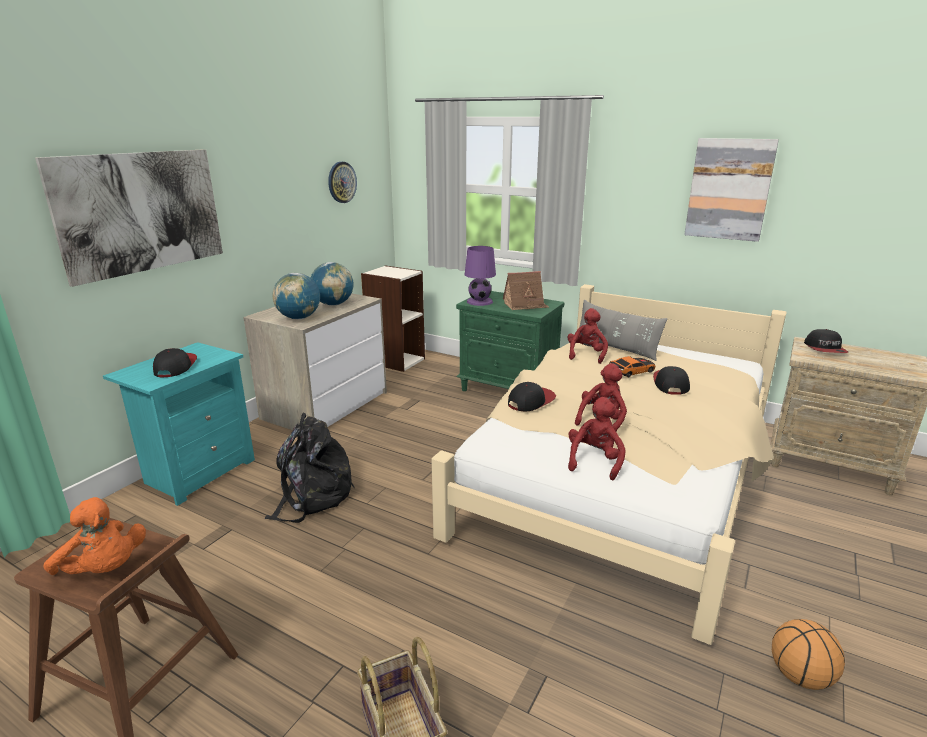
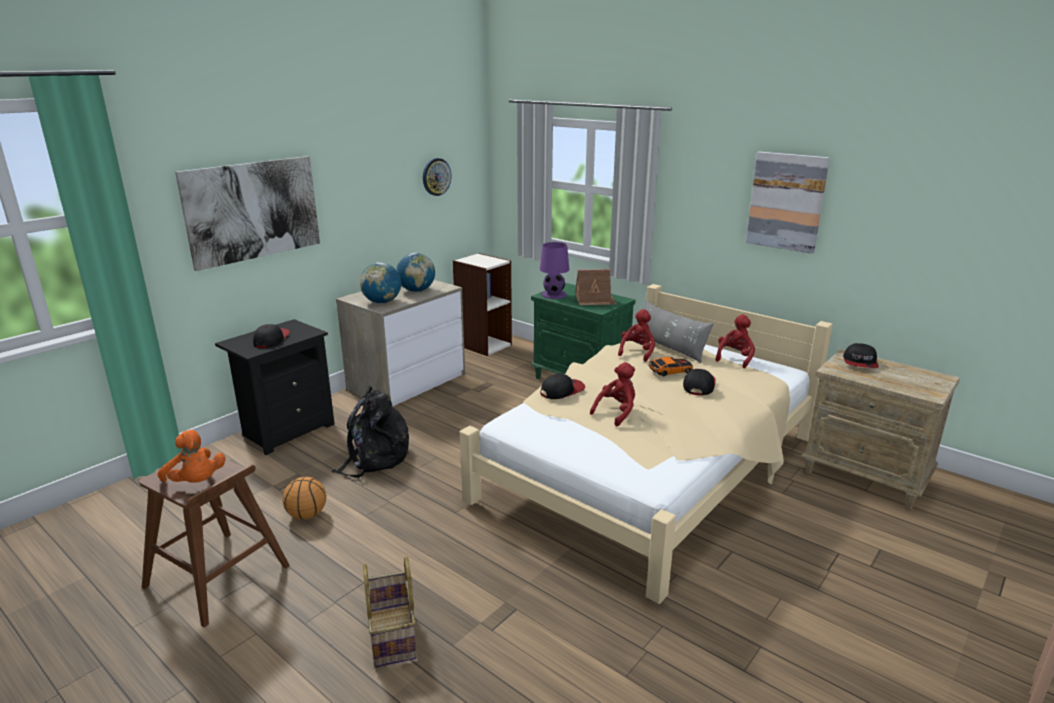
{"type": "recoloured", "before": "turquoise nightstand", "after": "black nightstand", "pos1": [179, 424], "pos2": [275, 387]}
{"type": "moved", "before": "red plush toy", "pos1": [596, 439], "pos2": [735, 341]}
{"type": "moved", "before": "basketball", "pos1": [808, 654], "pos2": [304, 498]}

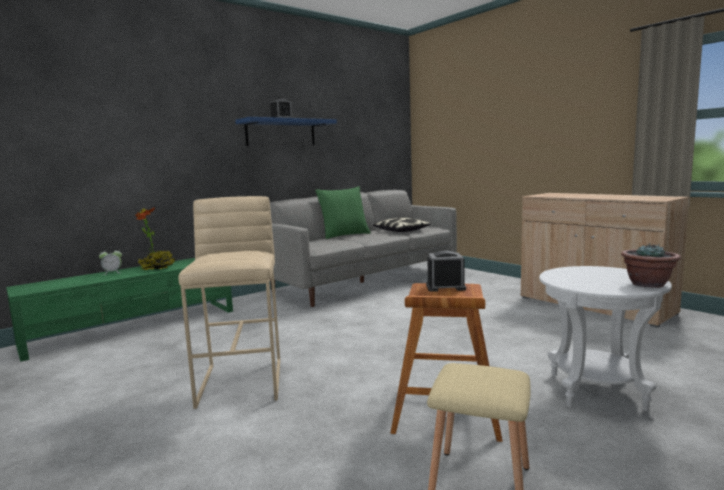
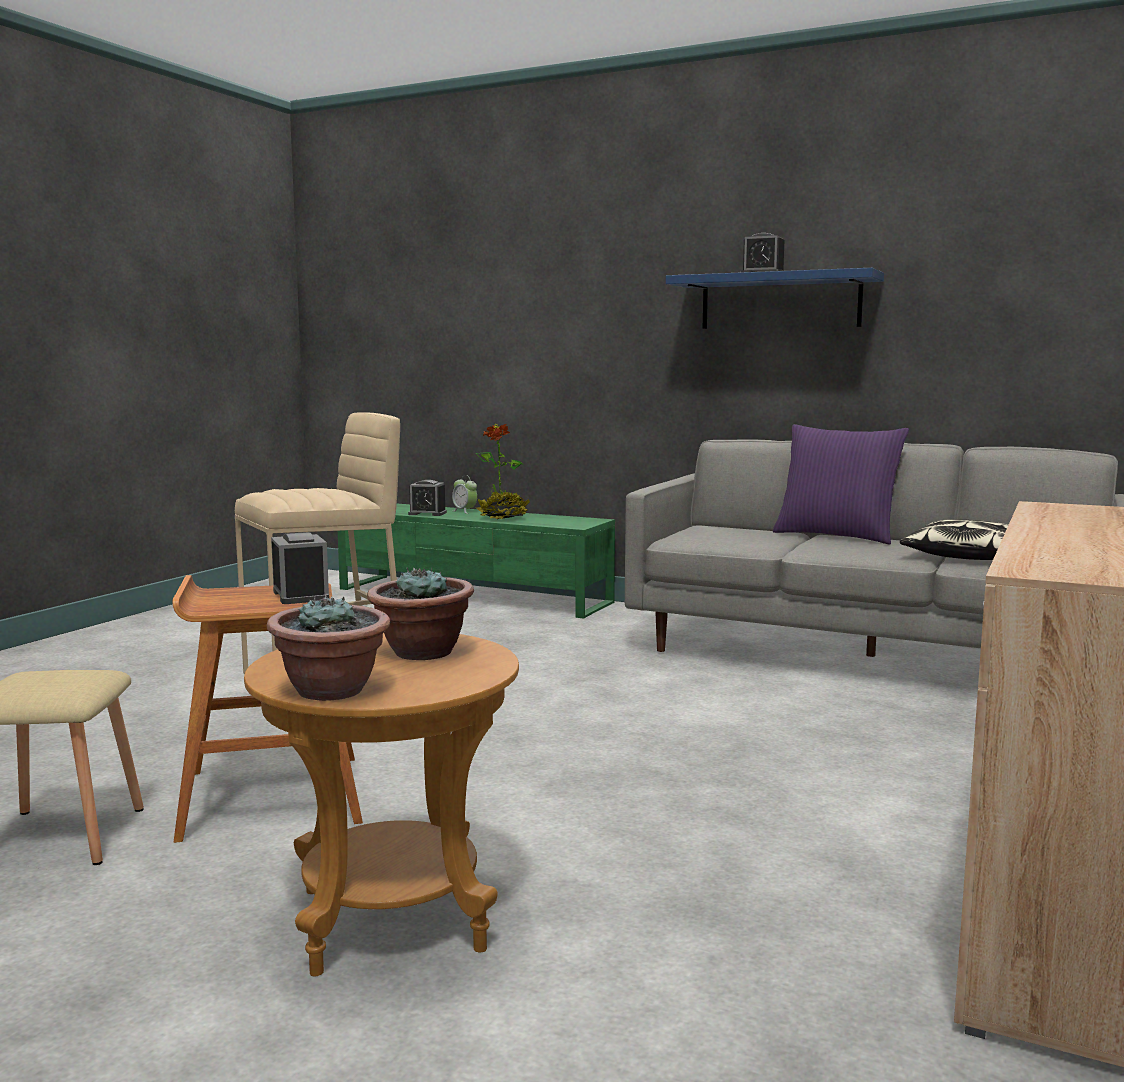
{"type": "recoloured", "before": "green pillow", "after": "purple pillow", "pos1": [343, 212], "pos2": [841, 484]}
{"type": "recoloured", "before": "white side table", "after": "brown side table", "pos1": [605, 338], "pos2": [381, 804]}
{"type": "added", "after": "alarm clock", "pos2": [427, 498]}
{"type": "added", "after": "potted plant", "pos2": [420, 614]}

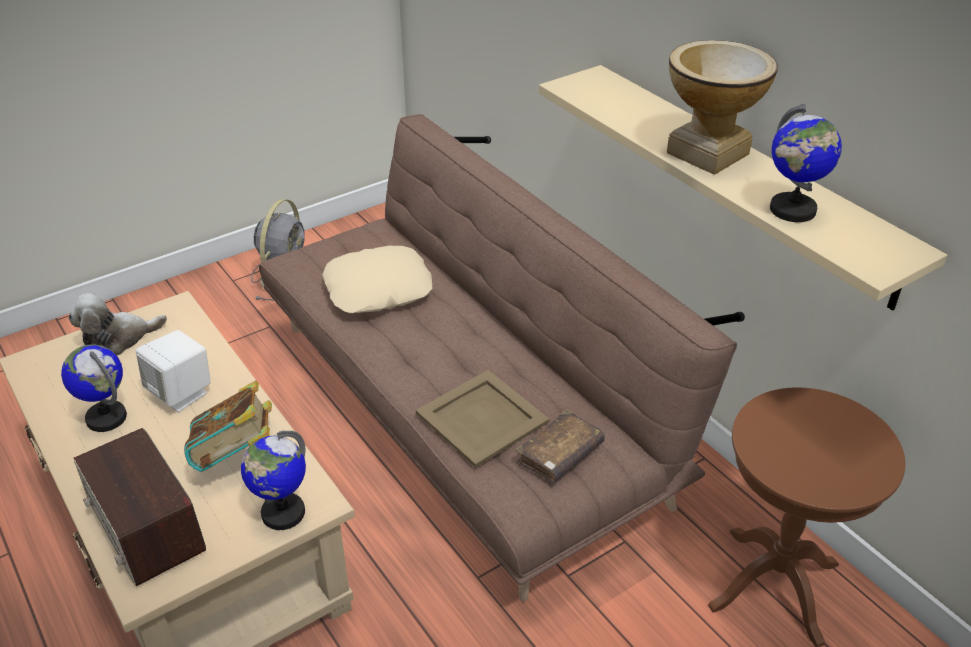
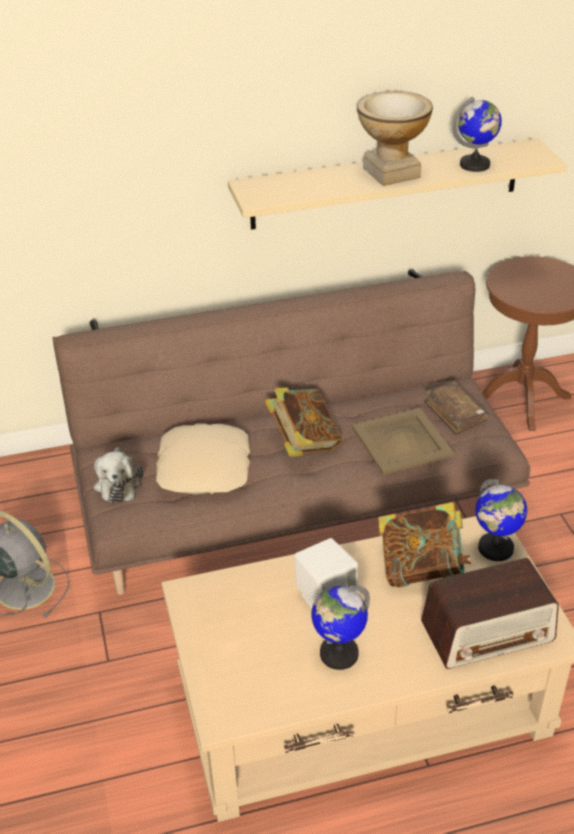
{"type": "moved", "before": "plush toy", "pos1": [118, 324], "pos2": [118, 475]}
{"type": "added", "after": "book", "pos2": [304, 422]}

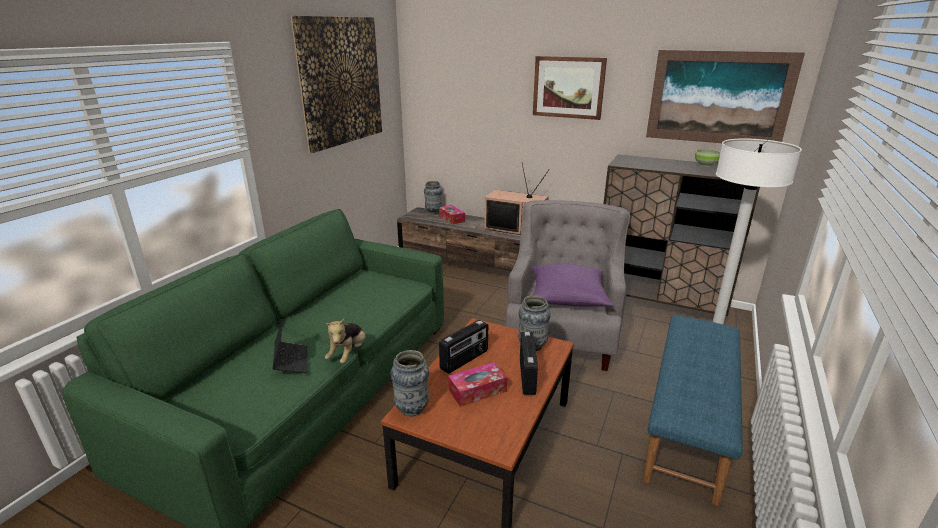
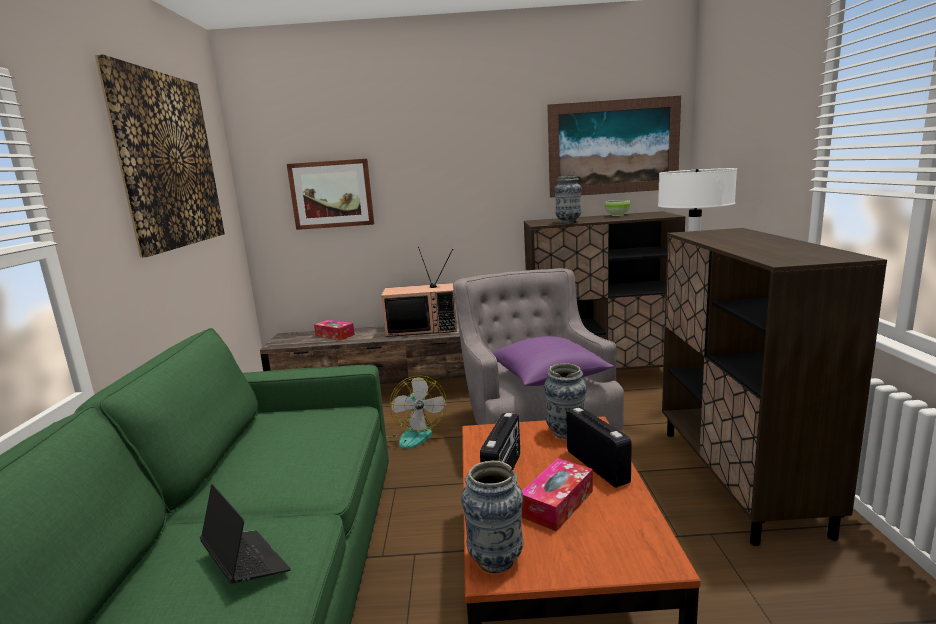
{"type": "moved", "before": "picture", "pos1": [570, 88], "pos2": [330, 194]}
{"type": "moved", "before": "vase", "pos1": [433, 197], "pos2": [568, 200]}
{"type": "replaced", "before": "blue bench", "after": "brown cabinet", "pos1": [693, 410], "pos2": [774, 387]}
{"type": "removed", "before": "plush toy", "pos1": [345, 341]}
{"type": "added", "after": "fan", "pos2": [416, 412]}

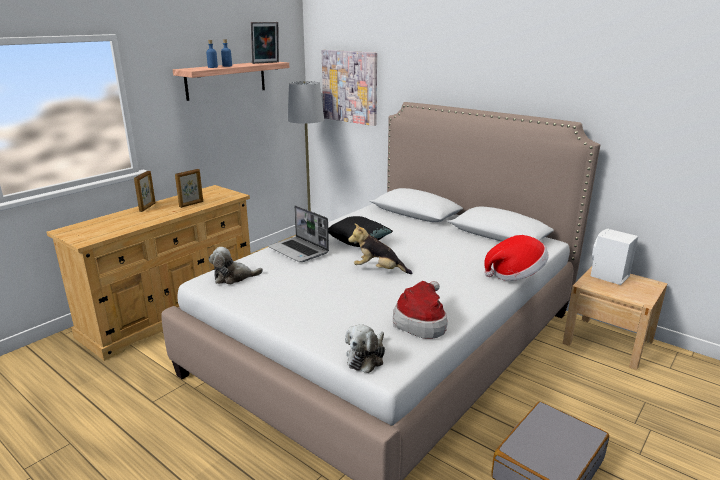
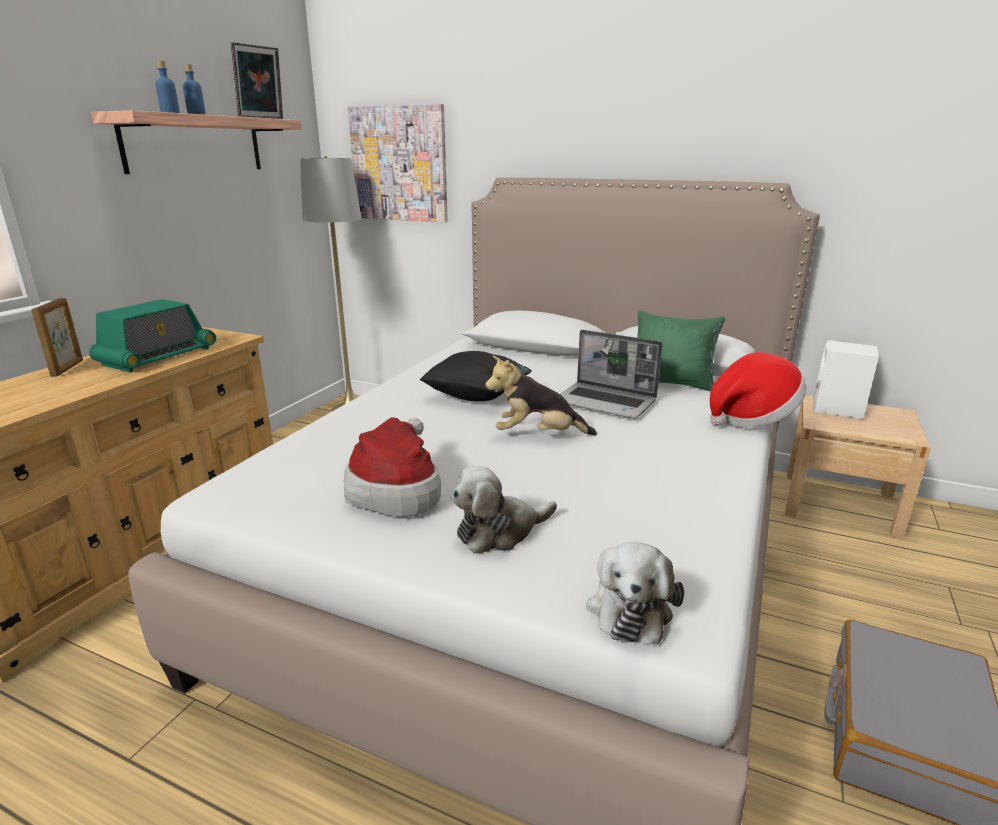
{"type": "replaced", "before": "picture frame", "after": "radio", "pos1": [189, 188], "pos2": [152, 336]}
{"type": "moved", "before": "laptop", "pos1": [298, 233], "pos2": [611, 374]}
{"type": "moved", "before": "plush toy", "pos1": [236, 265], "pos2": [504, 510]}
{"type": "moved", "before": "hat", "pos1": [420, 310], "pos2": [392, 467]}
{"type": "added", "after": "green pillow", "pos2": [681, 350]}

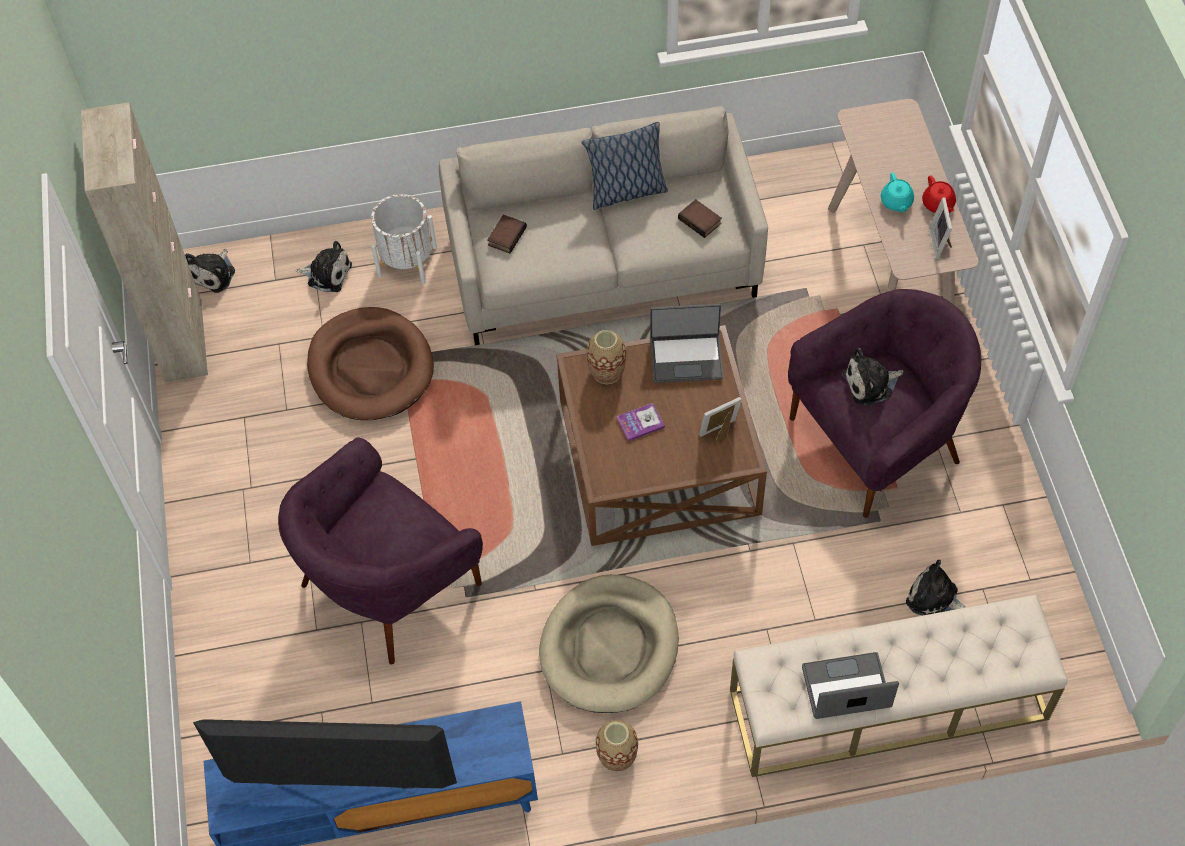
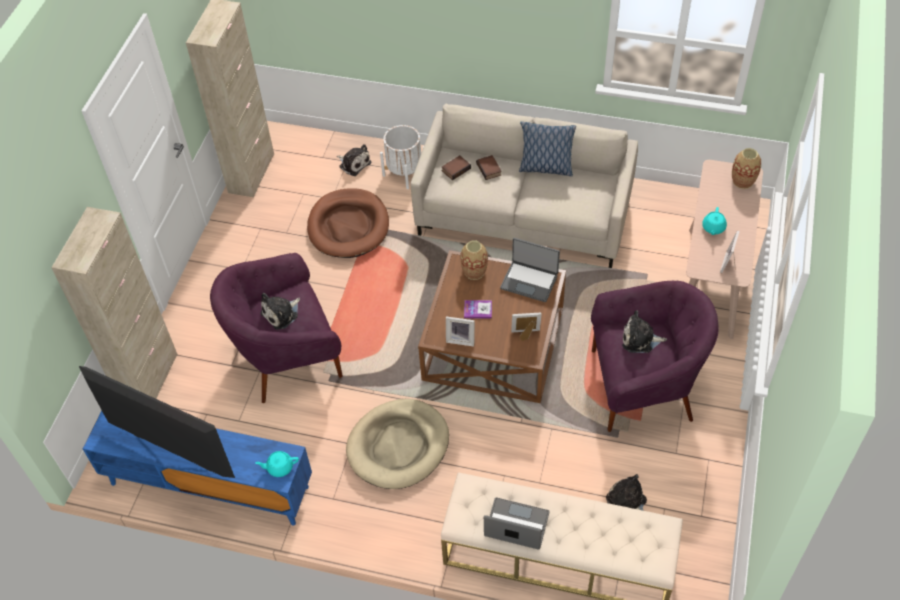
{"type": "removed", "before": "red teapot", "pos1": [939, 194]}
{"type": "moved", "before": "book", "pos1": [700, 218], "pos2": [489, 167]}
{"type": "moved", "before": "plush toy", "pos1": [210, 271], "pos2": [280, 311]}
{"type": "moved", "before": "vase", "pos1": [617, 746], "pos2": [746, 168]}
{"type": "added", "after": "beige cabinet", "pos2": [114, 303]}
{"type": "added", "after": "picture frame", "pos2": [460, 331]}
{"type": "added", "after": "turquoise teapot", "pos2": [277, 464]}

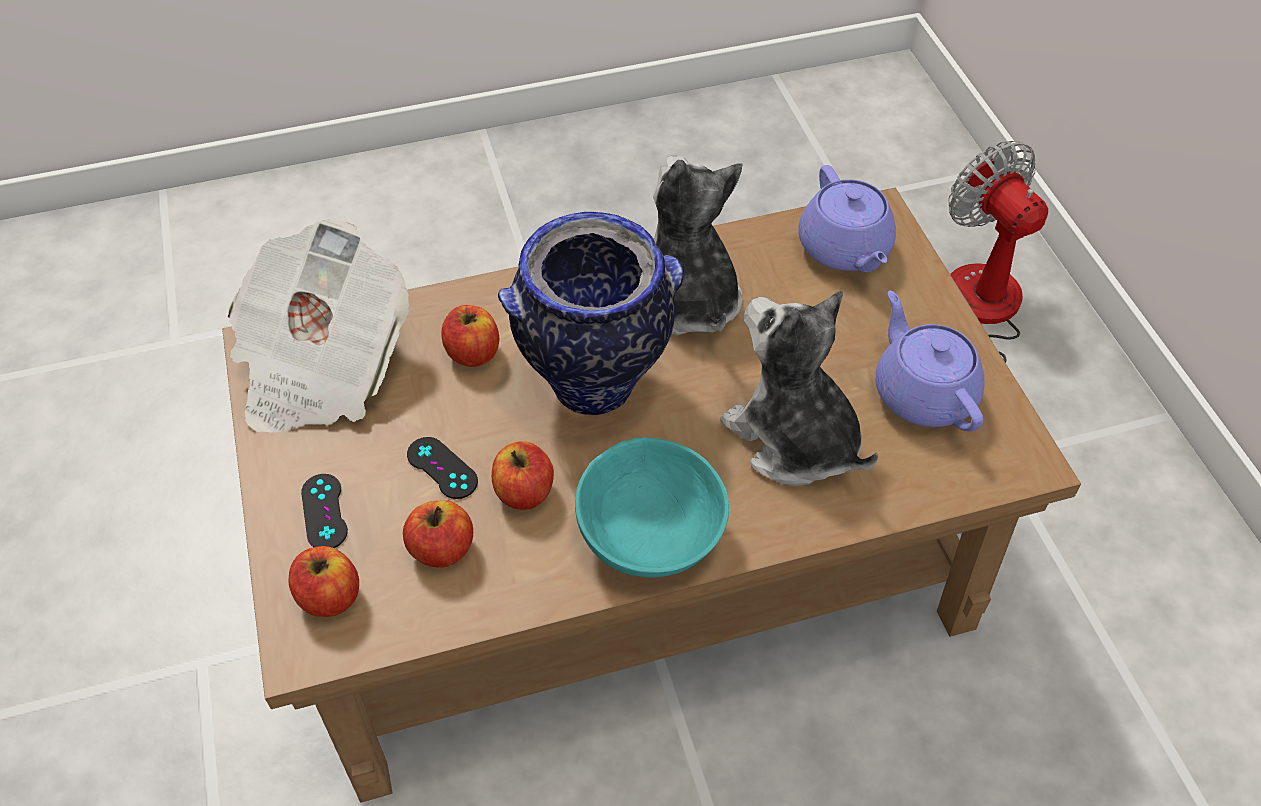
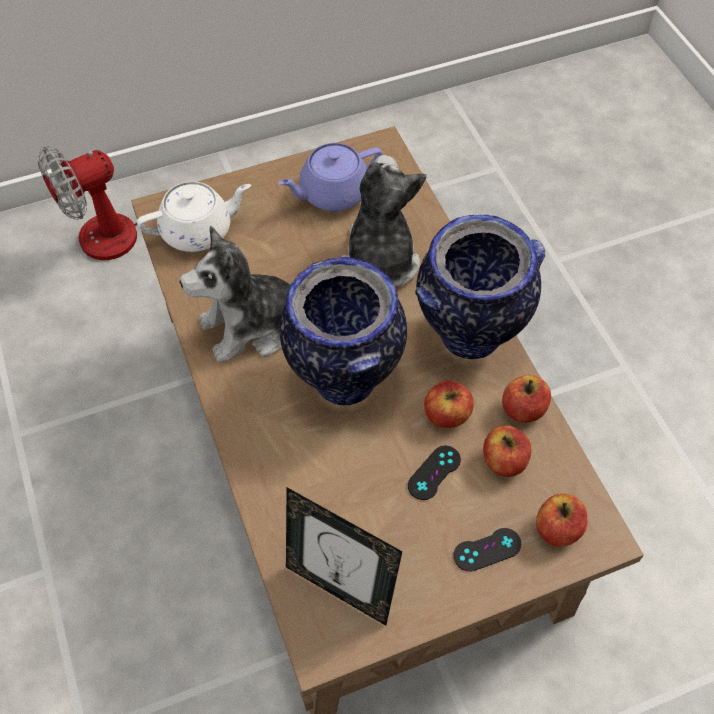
{"type": "recoloured", "before": "purple teapot", "after": "white teapot", "pos1": [847, 218], "pos2": [194, 216]}
{"type": "replaced", "before": "newspaper", "after": "picture frame", "pos1": [318, 326], "pos2": [344, 556]}
{"type": "turned", "before": "plush toy", "pos1": [799, 388], "pos2": [383, 220], "turn": 135}
{"type": "moved", "before": "apple", "pos1": [470, 336], "pos2": [526, 398]}
{"type": "replaced", "before": "turquoise bowl", "after": "vase", "pos1": [652, 507], "pos2": [480, 287]}

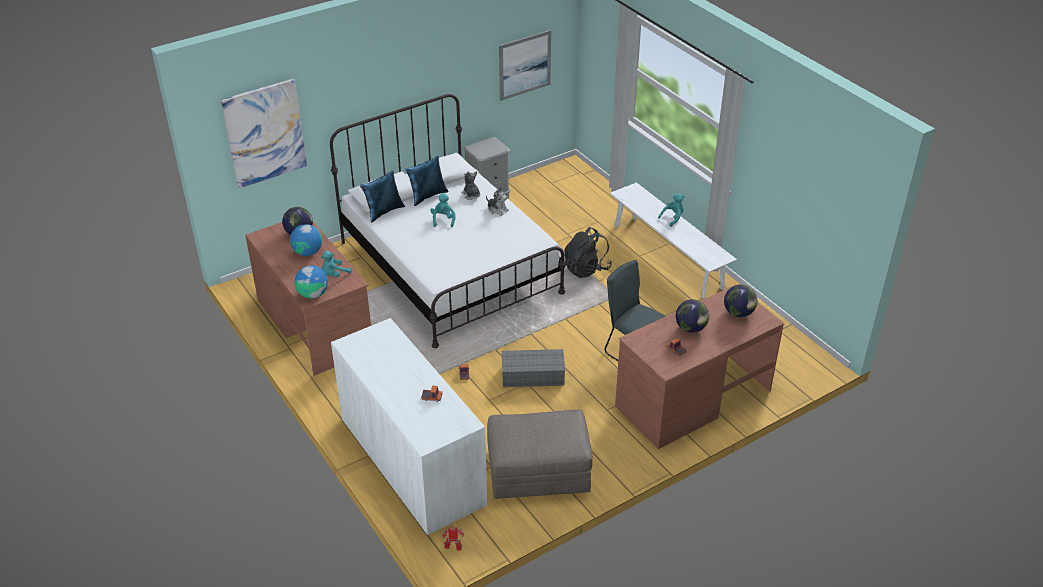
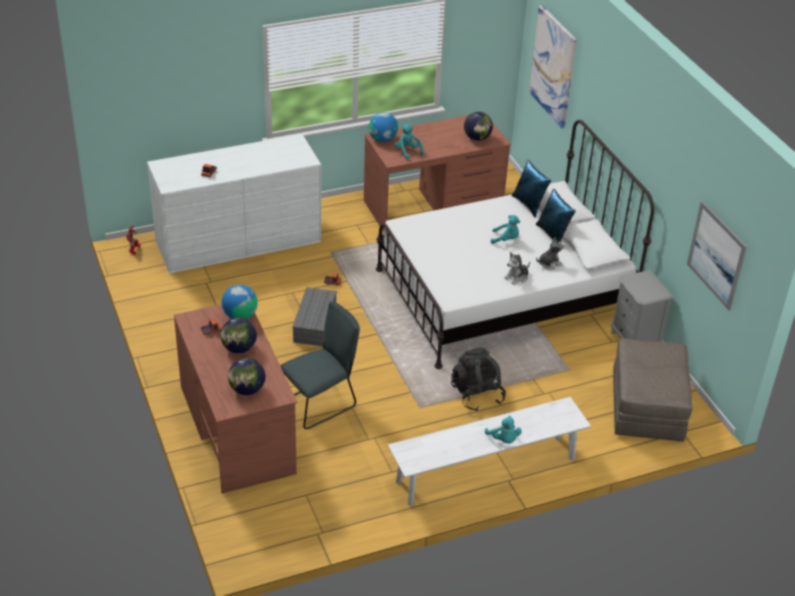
{"type": "moved", "before": "globe", "pos1": [306, 240], "pos2": [240, 302]}
{"type": "moved", "before": "grey ottoman", "pos1": [540, 454], "pos2": [653, 389]}

